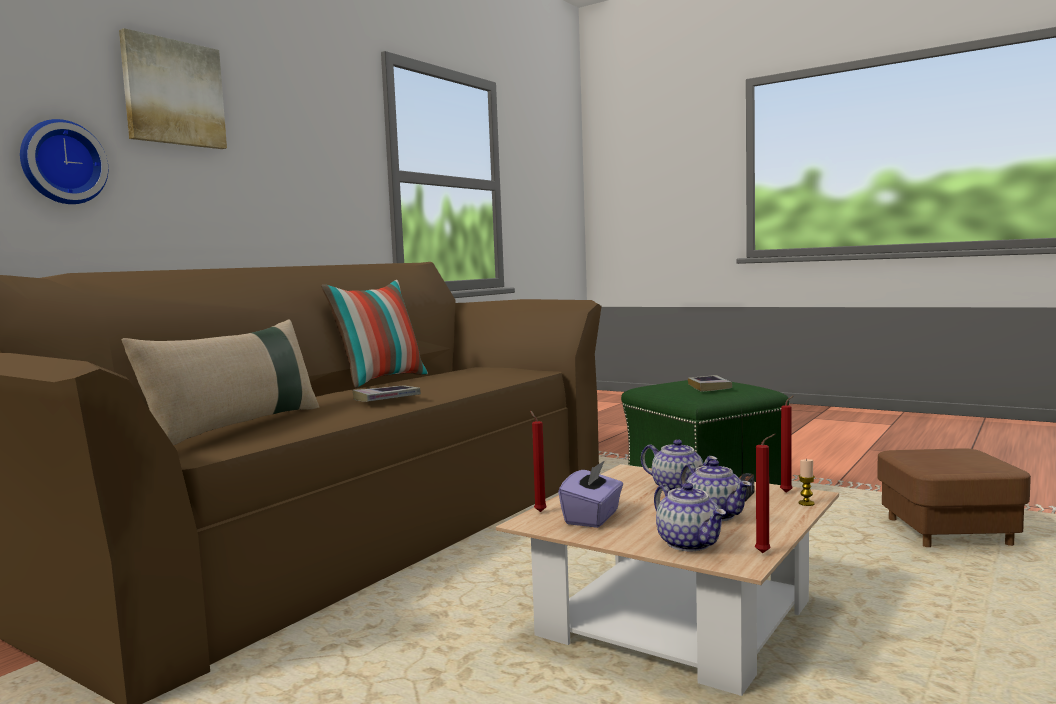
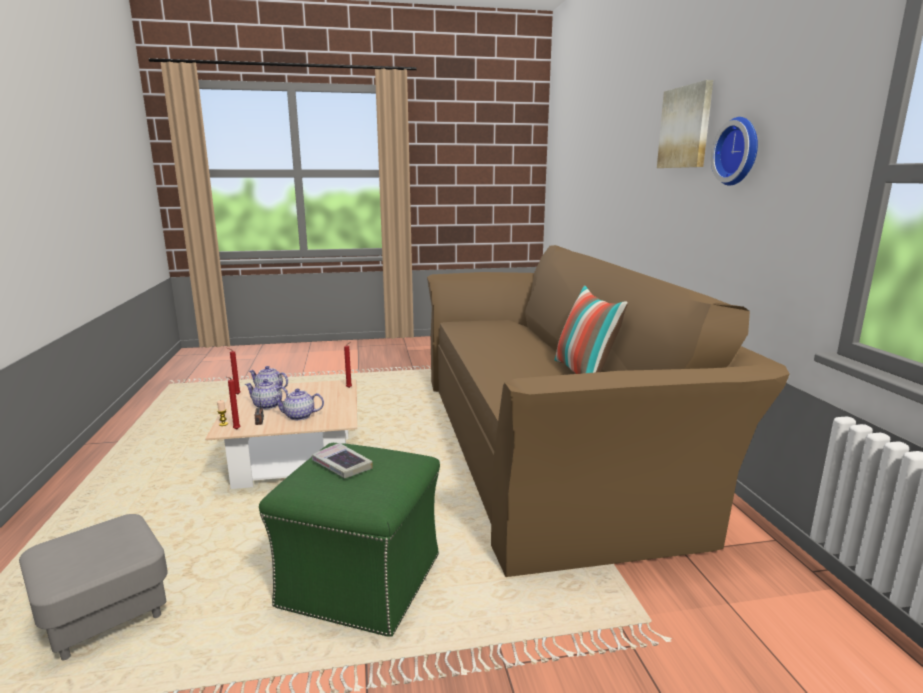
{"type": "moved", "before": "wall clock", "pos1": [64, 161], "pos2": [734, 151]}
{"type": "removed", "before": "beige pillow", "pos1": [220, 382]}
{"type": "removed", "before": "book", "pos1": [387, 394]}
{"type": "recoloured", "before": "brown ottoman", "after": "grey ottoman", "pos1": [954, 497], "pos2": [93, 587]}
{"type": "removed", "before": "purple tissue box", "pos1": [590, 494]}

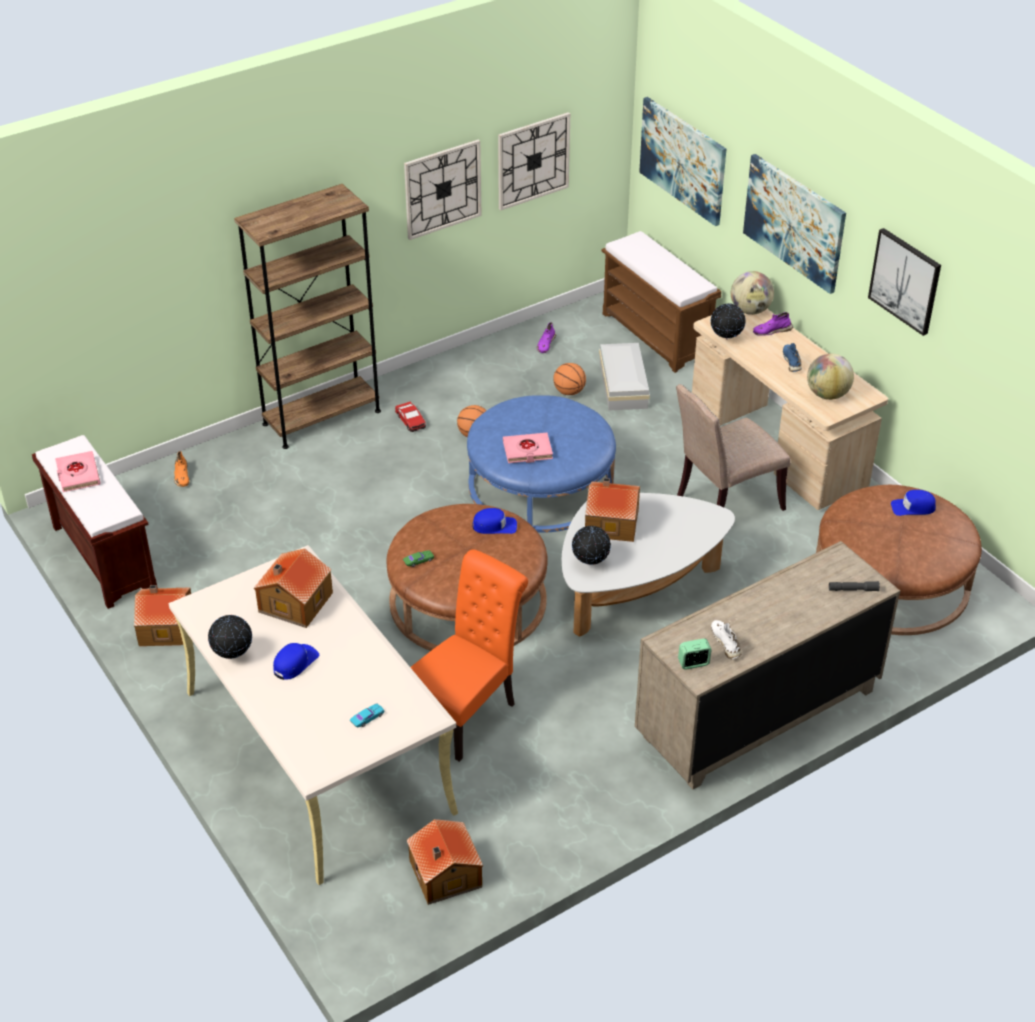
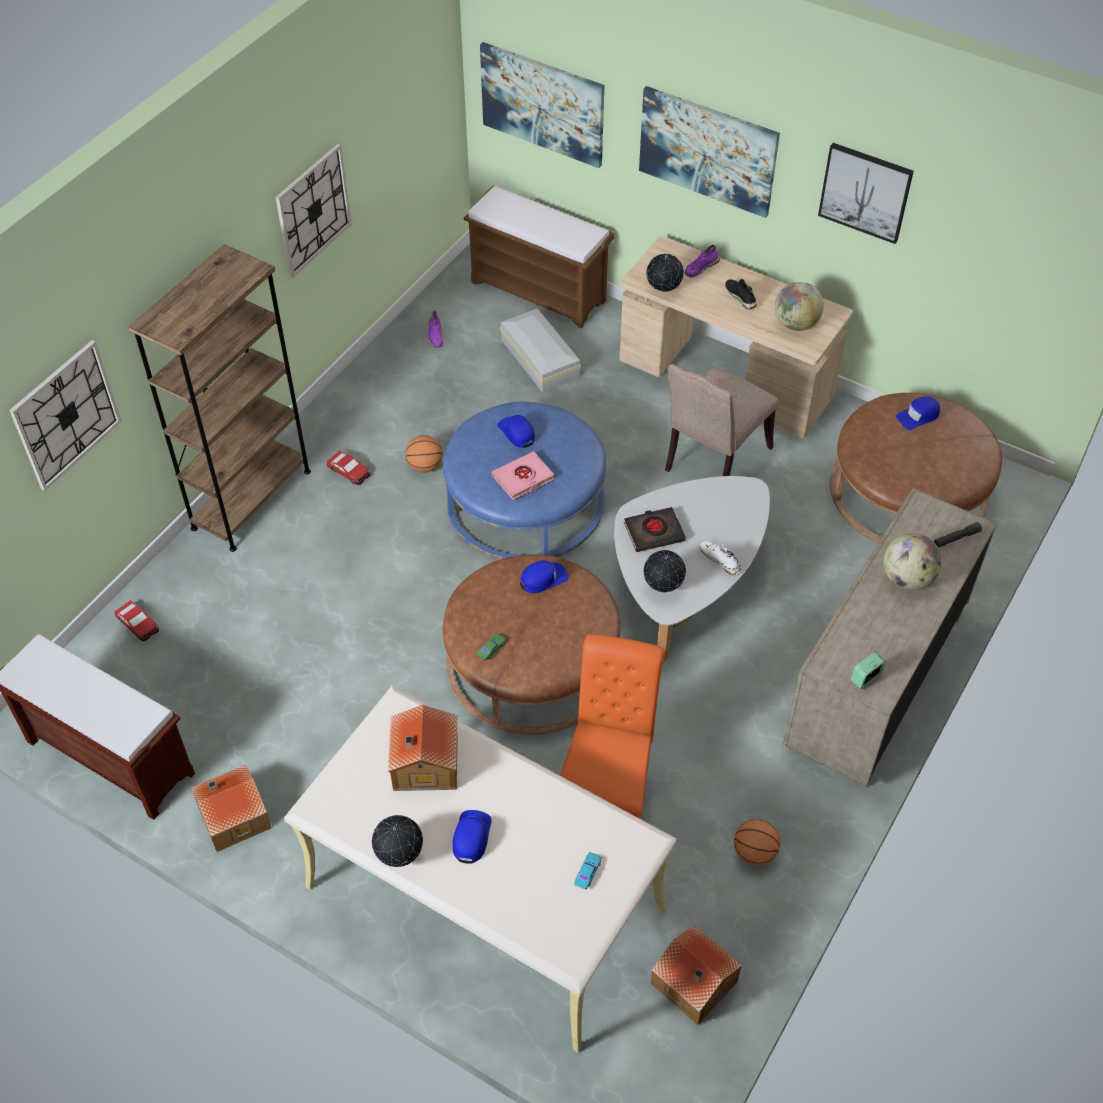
{"type": "moved", "before": "wall clock", "pos1": [534, 161], "pos2": [65, 415]}
{"type": "moved", "before": "globe", "pos1": [752, 293], "pos2": [912, 561]}
{"type": "recoloured", "before": "blue shoe", "after": "black shoe", "pos1": [792, 357], "pos2": [741, 294]}
{"type": "moved", "before": "basketball", "pos1": [569, 379], "pos2": [757, 842]}
{"type": "removed", "before": "pink book", "pos1": [78, 471]}
{"type": "replaced", "before": "orange shoe", "after": "toy car", "pos1": [181, 469], "pos2": [136, 620]}
{"type": "replaced", "before": "toy house", "after": "black book", "pos1": [612, 510], "pos2": [655, 529]}
{"type": "moved", "before": "white shoe", "pos1": [726, 639], "pos2": [720, 558]}
{"type": "added", "after": "blue cap", "pos2": [516, 431]}

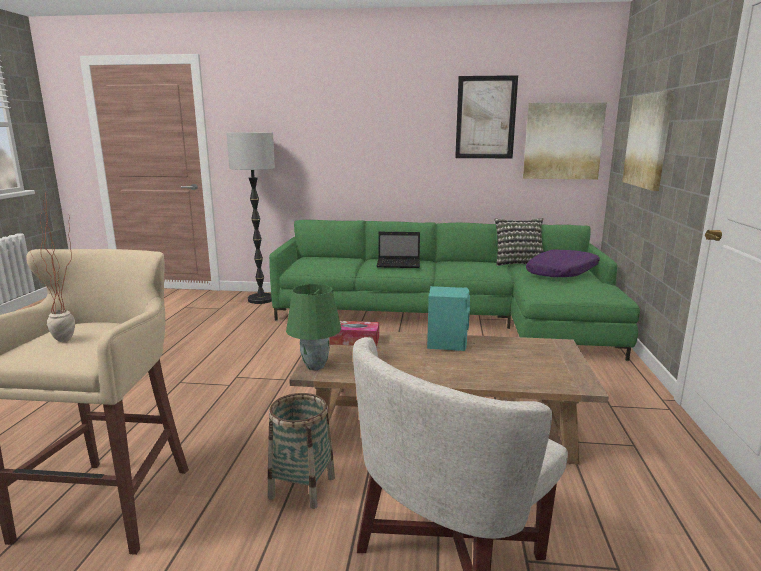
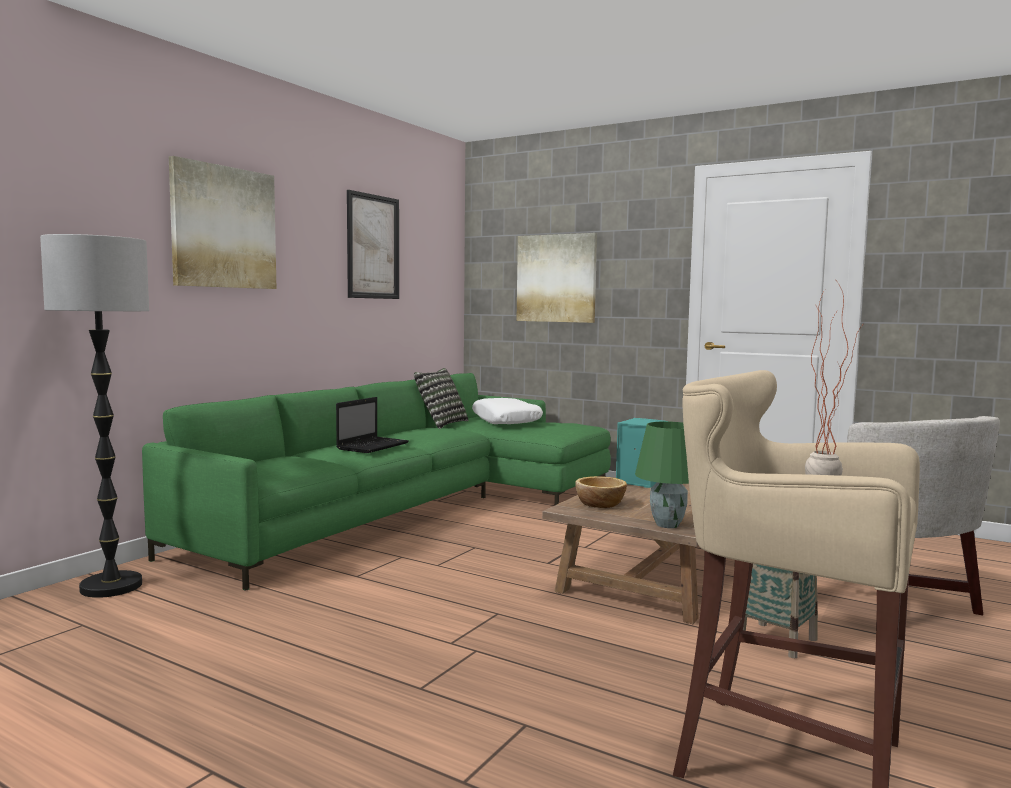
{"type": "moved", "before": "picture", "pos1": [565, 140], "pos2": [223, 222]}
{"type": "recoloured", "before": "purple pillow", "after": "white pillow", "pos1": [563, 263], "pos2": [507, 411]}
{"type": "replaced", "before": "tissue box", "after": "bowl", "pos1": [354, 333], "pos2": [601, 492]}

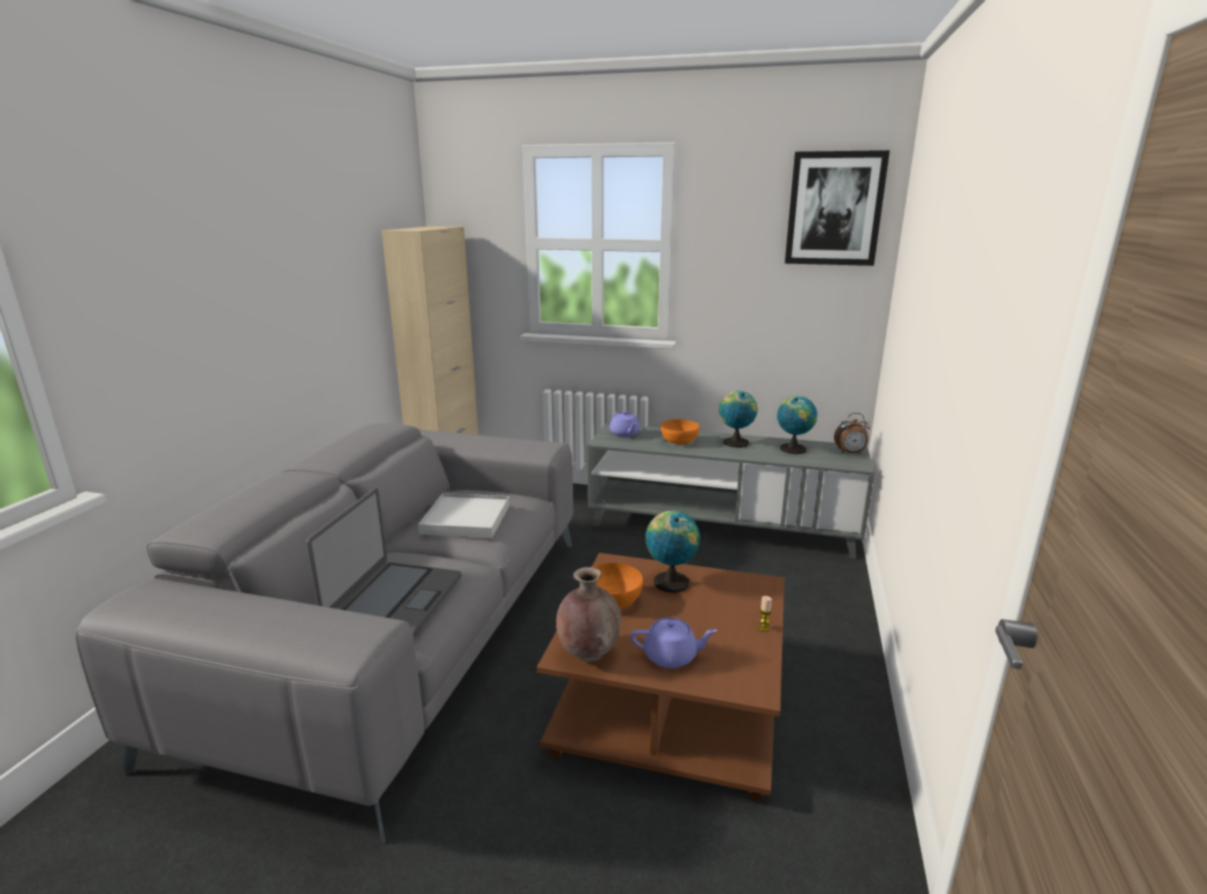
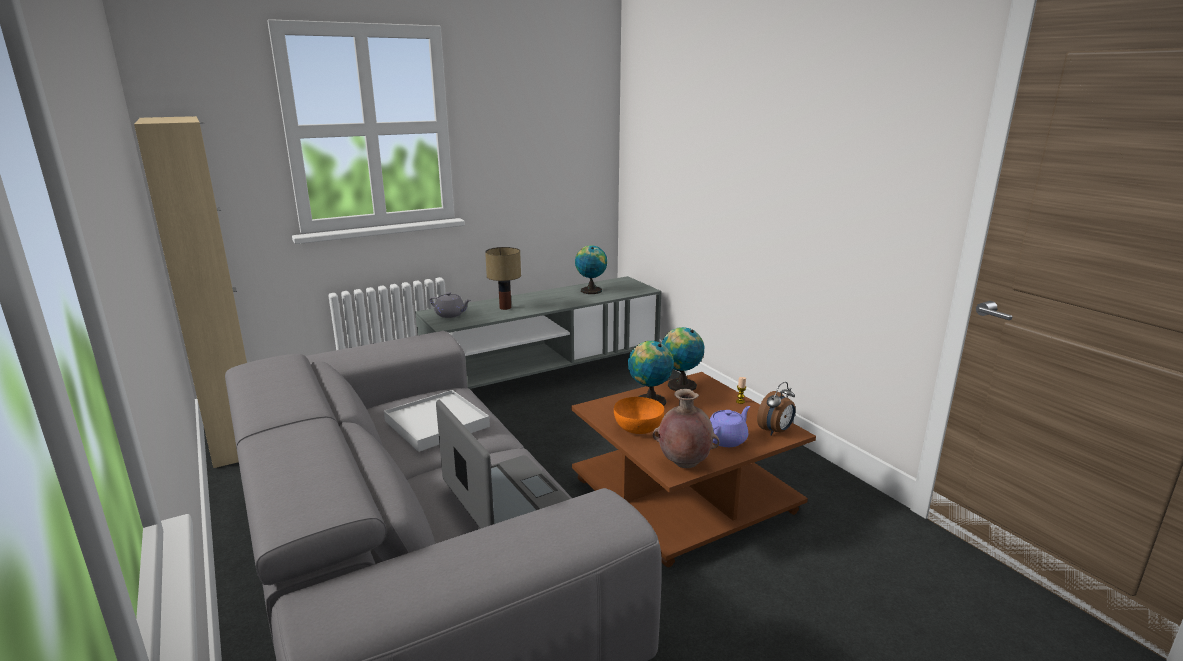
{"type": "removed", "before": "picture", "pos1": [837, 208]}
{"type": "moved", "before": "globe", "pos1": [738, 419], "pos2": [683, 359]}
{"type": "recoloured", "before": "purple teapot", "after": "grey teapot", "pos1": [625, 424], "pos2": [450, 305]}
{"type": "moved", "before": "alarm clock", "pos1": [852, 433], "pos2": [776, 408]}
{"type": "replaced", "before": "orange bowl", "after": "table lamp", "pos1": [680, 431], "pos2": [503, 278]}

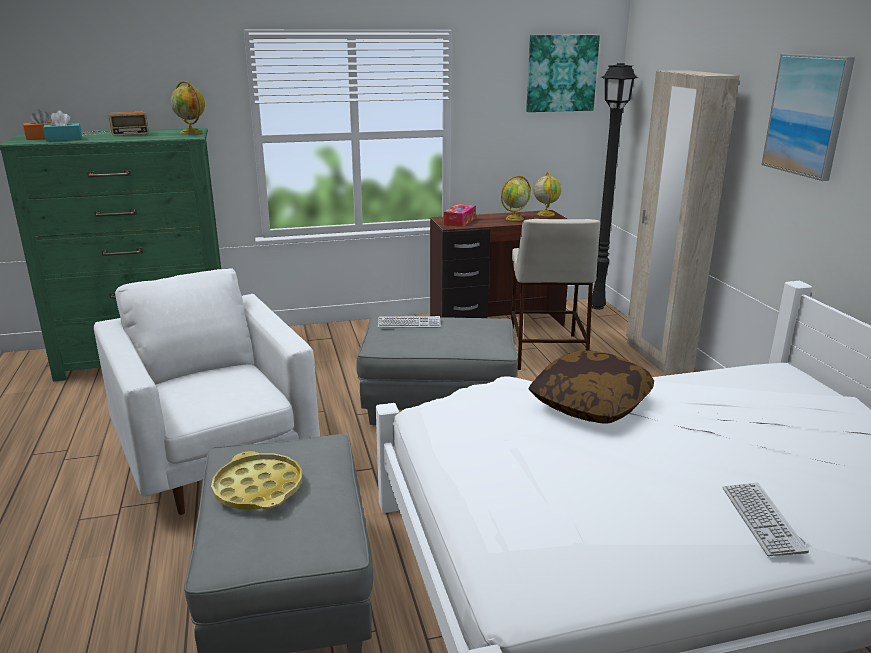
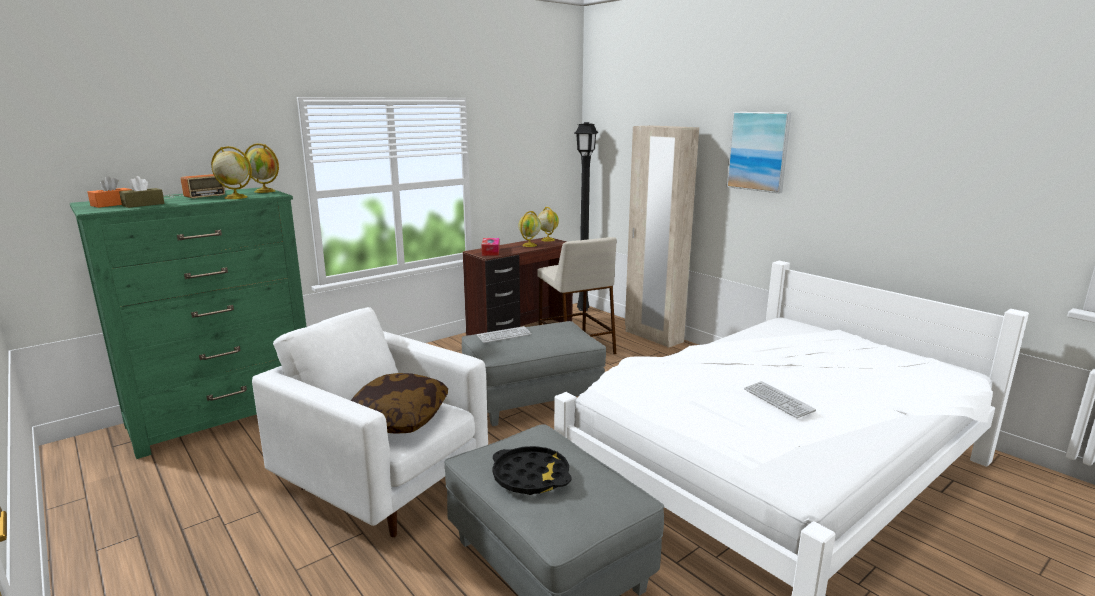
{"type": "removed", "before": "picture", "pos1": [563, 73]}
{"type": "recoloured", "before": "turquoise tissue box", "after": "brown tissue box", "pos1": [62, 126], "pos2": [142, 192]}
{"type": "moved", "before": "pillow", "pos1": [591, 387], "pos2": [399, 403]}
{"type": "recoloured", "before": "yellow tray", "after": "black tray", "pos1": [256, 480], "pos2": [532, 470]}
{"type": "moved", "before": "keyboard", "pos1": [765, 519], "pos2": [780, 399]}
{"type": "added", "after": "globe", "pos2": [231, 172]}

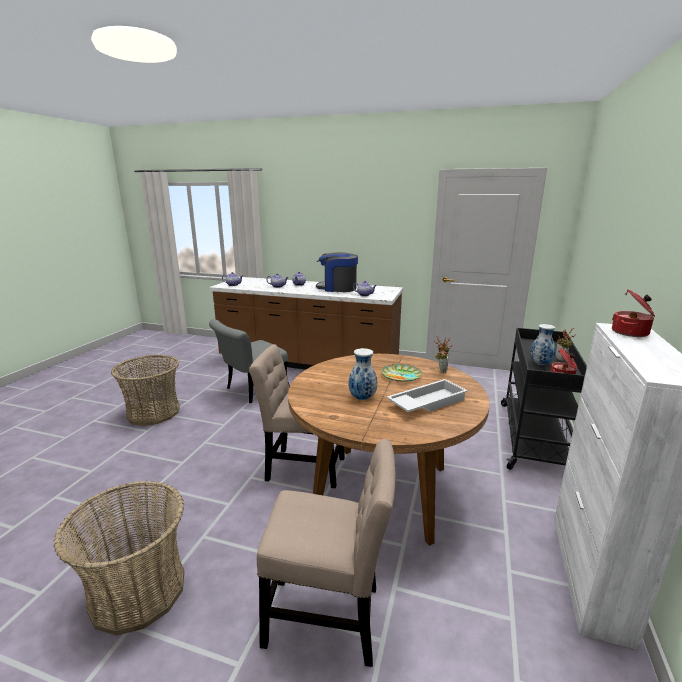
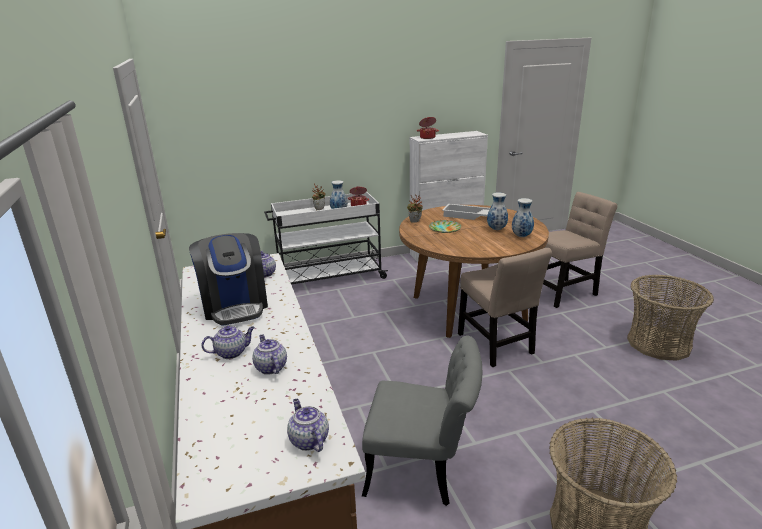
{"type": "recoloured", "before": "black cart", "after": "white cart", "pos1": [544, 399], "pos2": [326, 238]}
{"type": "turned", "before": "beige chair", "pos1": [326, 553], "pos2": [580, 250], "turn": 90}
{"type": "added", "after": "vase", "pos2": [523, 217]}

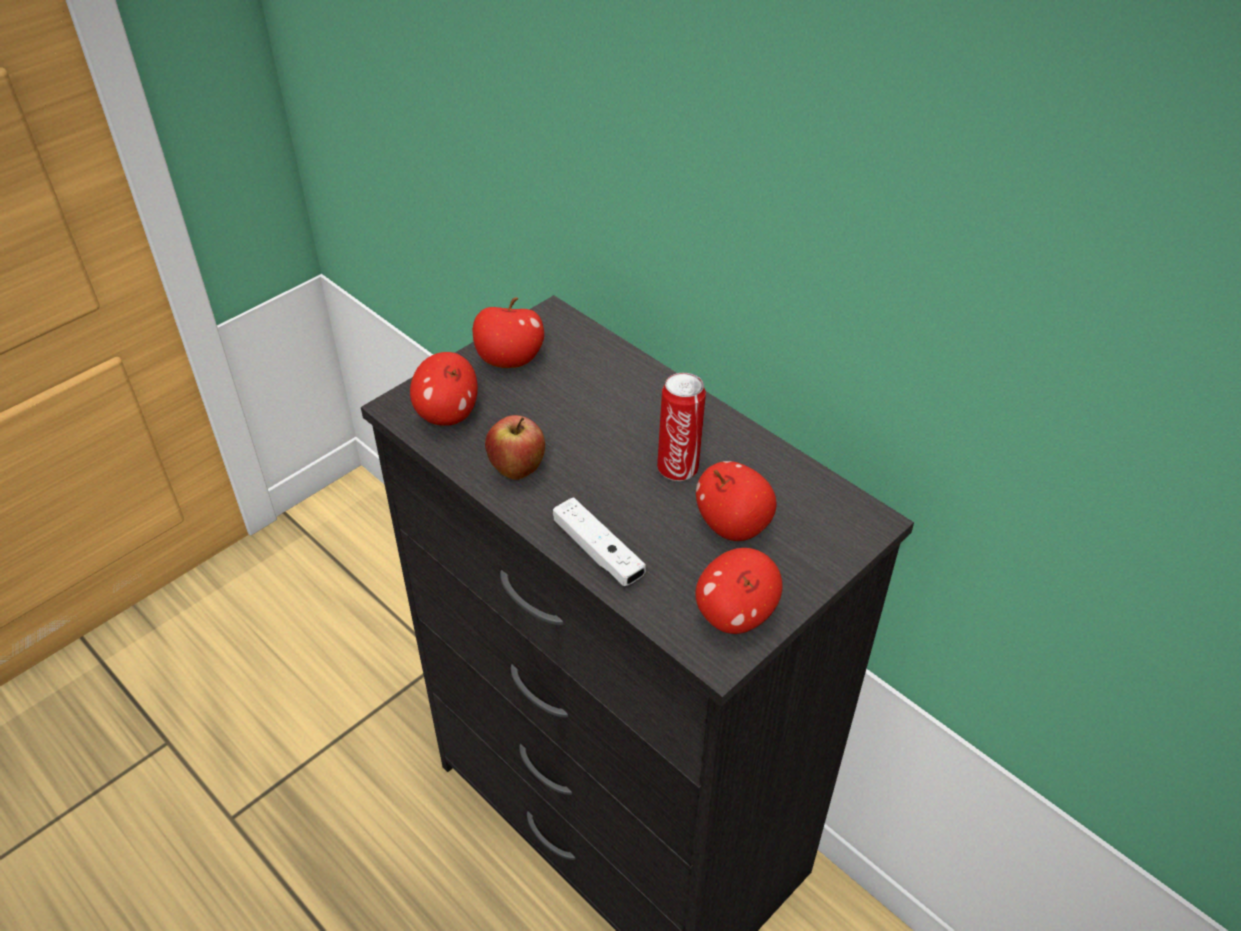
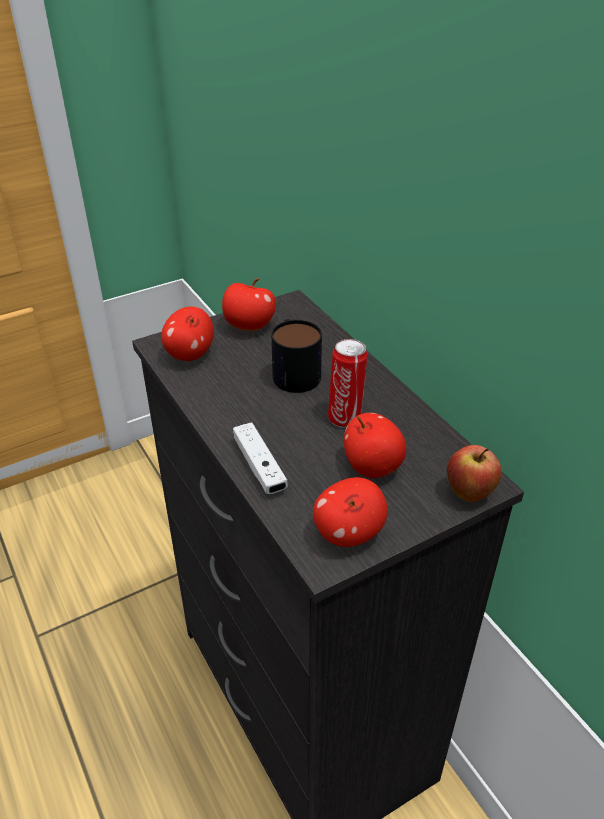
{"type": "moved", "before": "apple", "pos1": [515, 447], "pos2": [474, 473]}
{"type": "added", "after": "mug", "pos2": [296, 356]}

